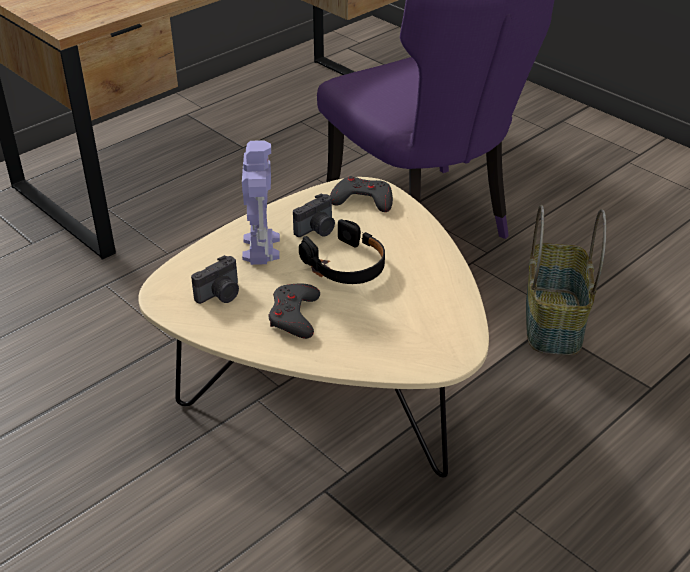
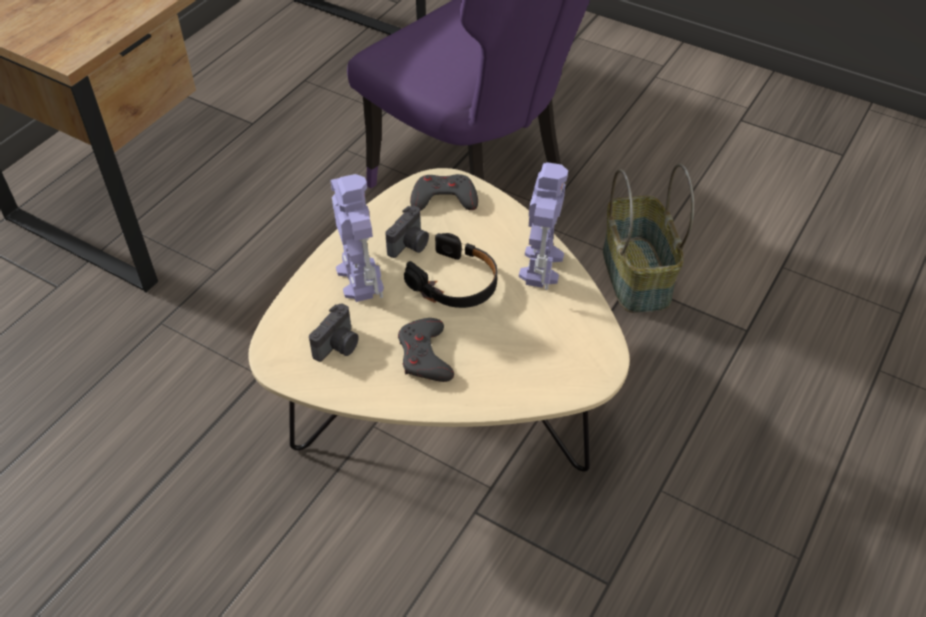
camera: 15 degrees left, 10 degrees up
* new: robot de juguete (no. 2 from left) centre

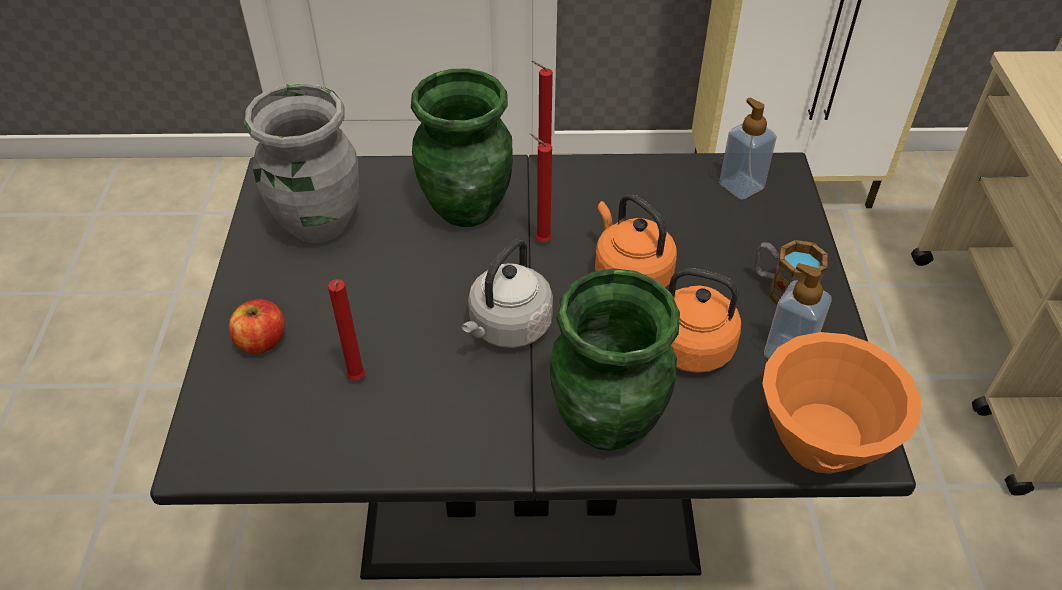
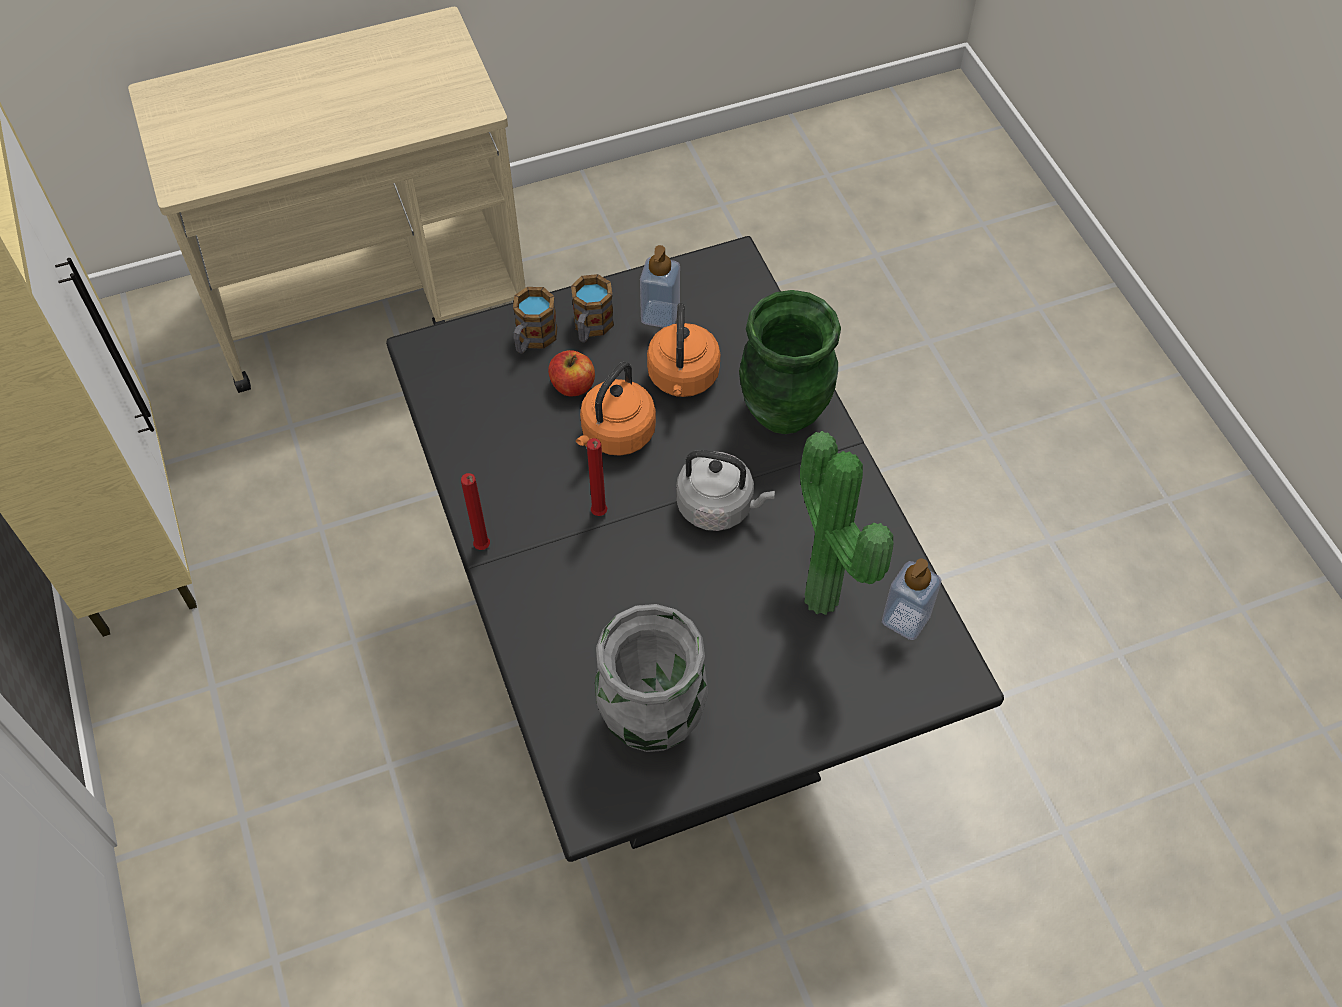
camera: 110 degrees left, 10 degrees up
* new: taza grande (no. 1 from left) top centre
* shifted: manzana middle left to centre
* swapped: vela [rojo] (no. 1 from left) middle left to planta en maceta centre
* shifted: dispensador de jabón (no. 1 from left in the first image) top right to dispensador de jabón (no. 2 from left) middle right
* gone: florero [verde] (no. 1 from left) top centre
* gone: cuenco [naranja] bottom right

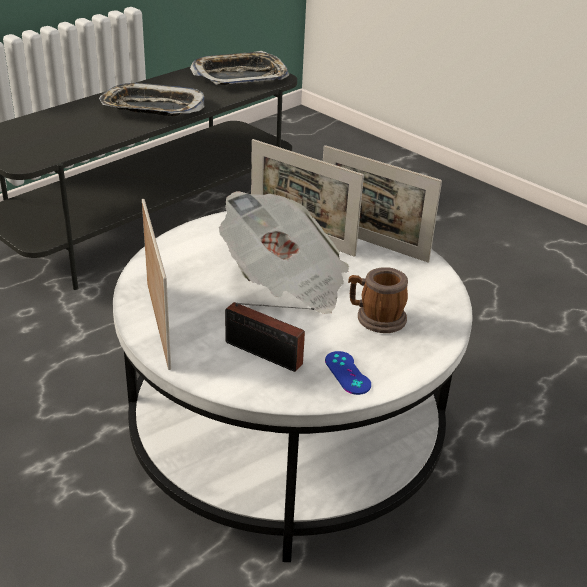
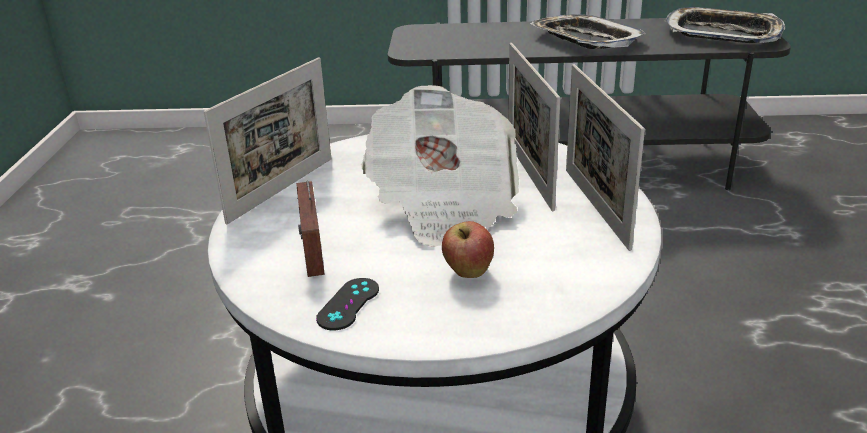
camera: 50 degrees right, 5 degrees down
* repainted: mando de consola [azul] centre to mando de consola [negro] bottom centre
* swapped: taza grande centre to manzana centre

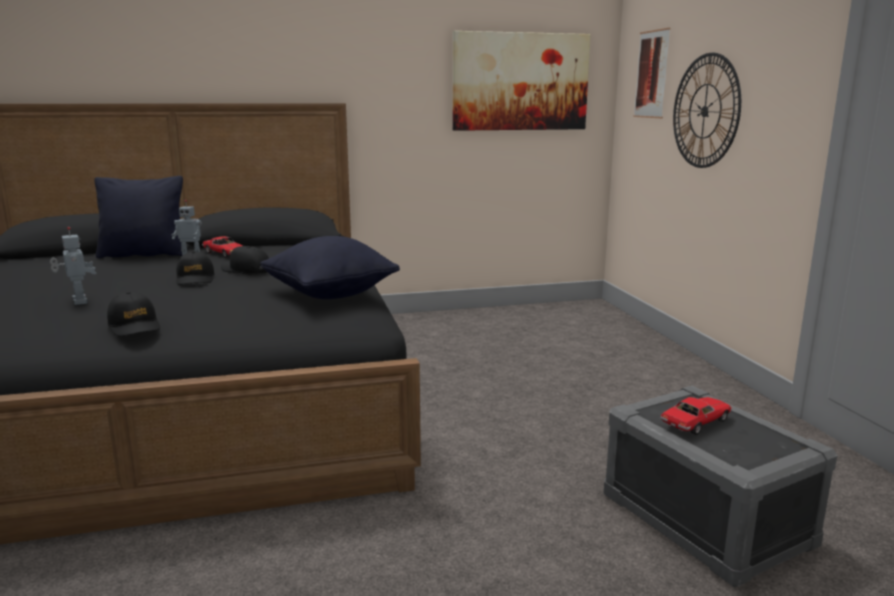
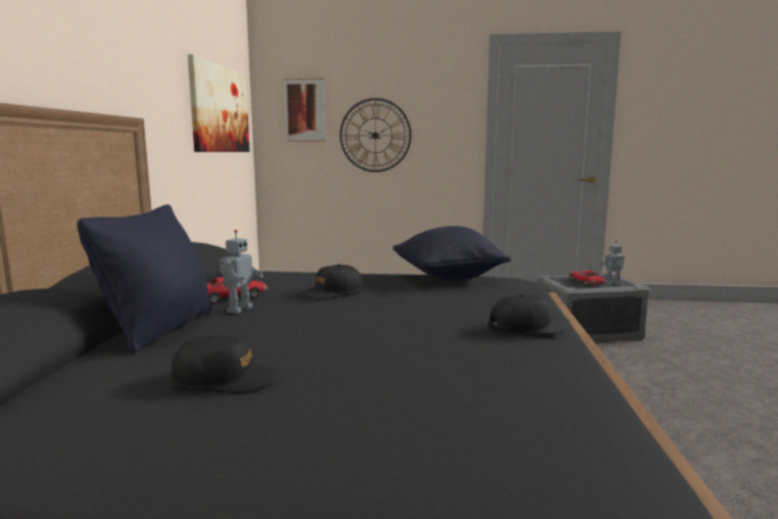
camera: 70 degrees left, 5 degrees down
* shifted: gorra [negro] (no. 2 from left in the first image) middle left to gorra [negro] (no. 1 from left) bottom left
* shifted: robot de juguete (no. 1 from left in the first image) middle left to robot de juguete (no. 2 from left) middle right

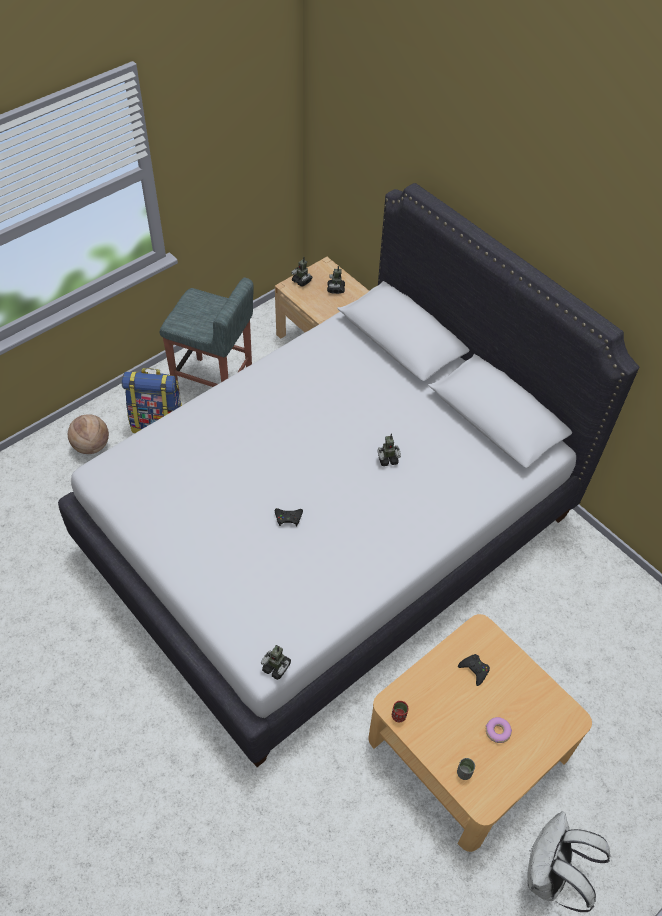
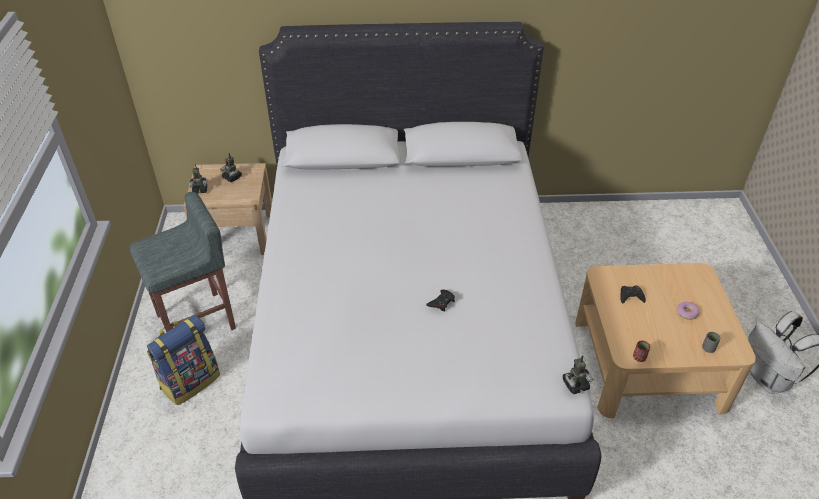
camera: 50 degrees left, 10 degrees down
* gone: balón de baloncesto middle left
* gone: robot de juguete (no. 4 from left) centre

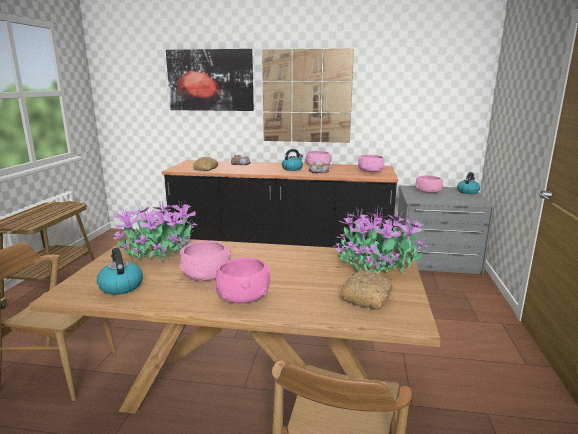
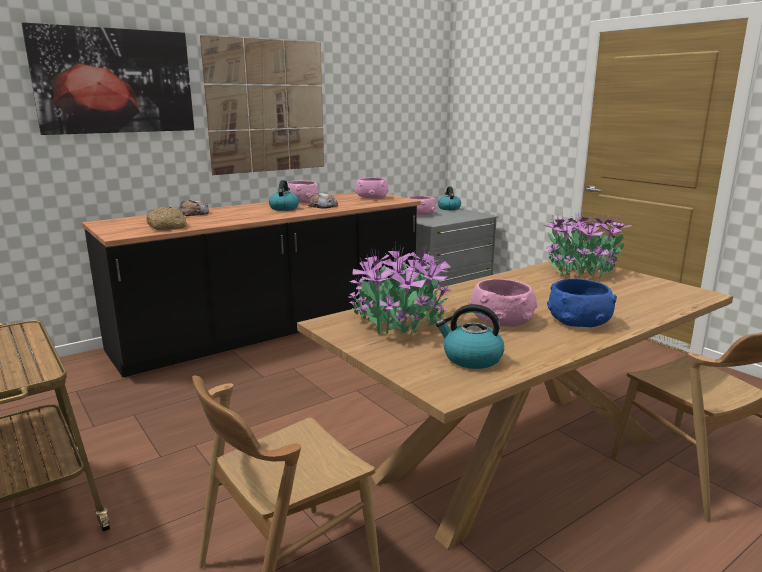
camera: 45 degrees left, 0 degrees up
* repainted: cuenco [rosa] (no. 2 from left) centre to cuenco [azul] middle right
* gone: pan (no. 4 from left) bottom centre

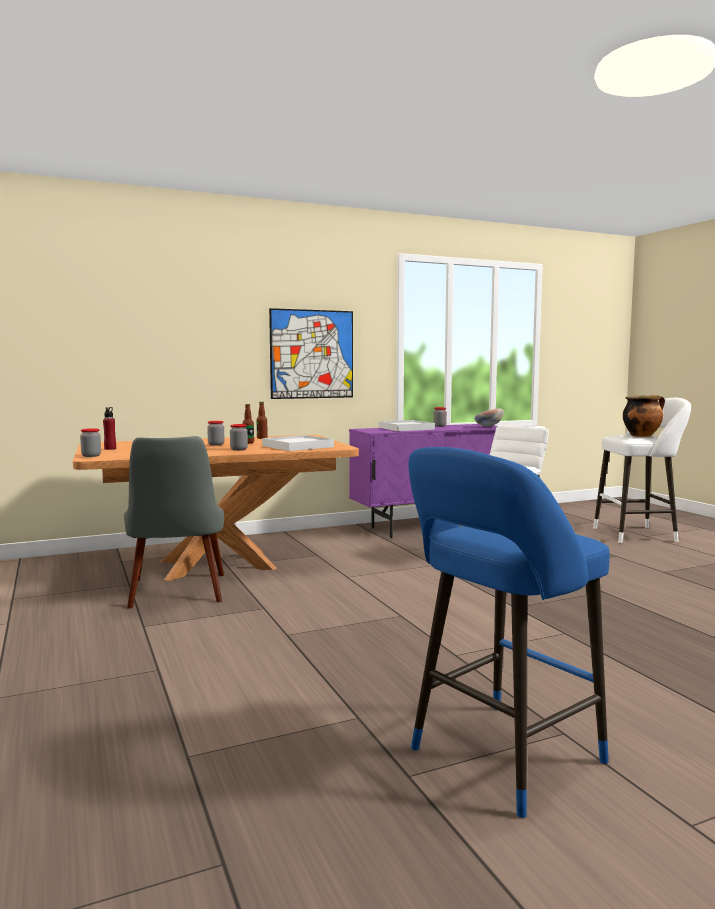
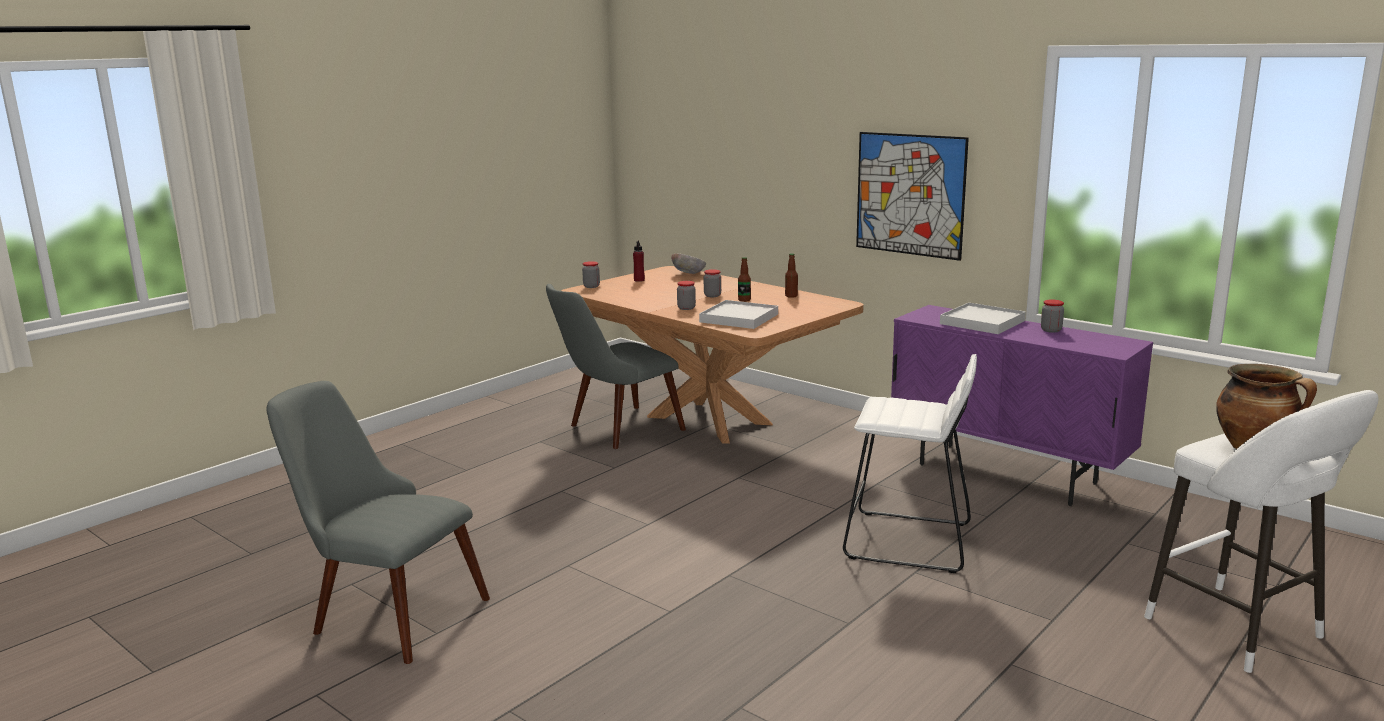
camera: 65 degrees right, 10 degrees up
* swapped: taburete [azul] bottom right to silla [gris] (no. 1 from left) bottom left
* shifted: cuenco middle right to centre

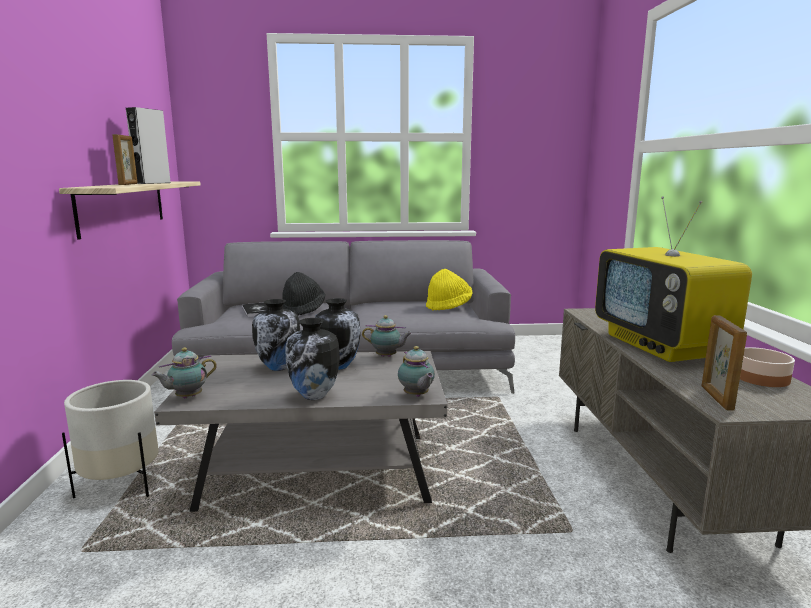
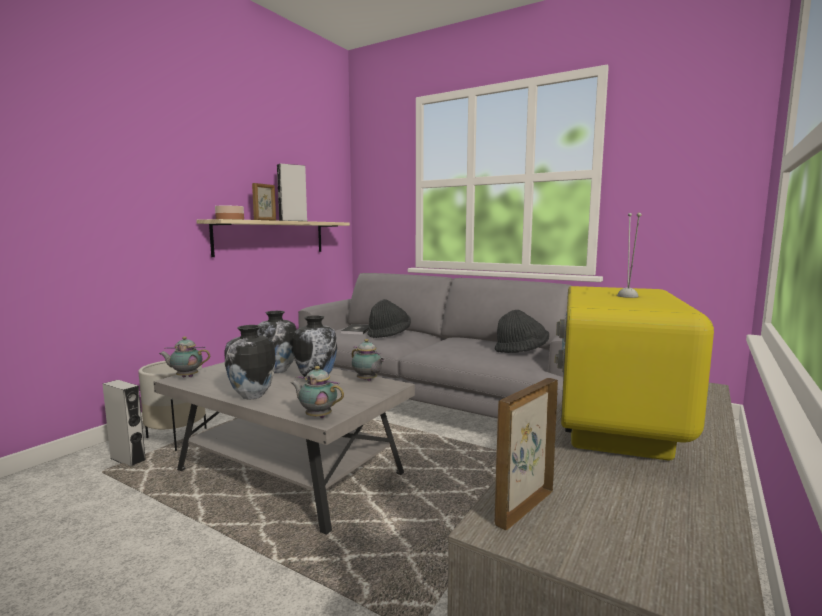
camera: 35 degrees right, 5 degrees down
* new: altavoz [gris] (no. 1 from left) bottom left
* shifted: cuenco middle right to middle left
* rotated: tetera (no. 3 from left in the first image) centre = centre 105 degrees clockwise
* repainted: sombrero [amarillo] centre to sombrero [negro] (no. 2 from left) centre

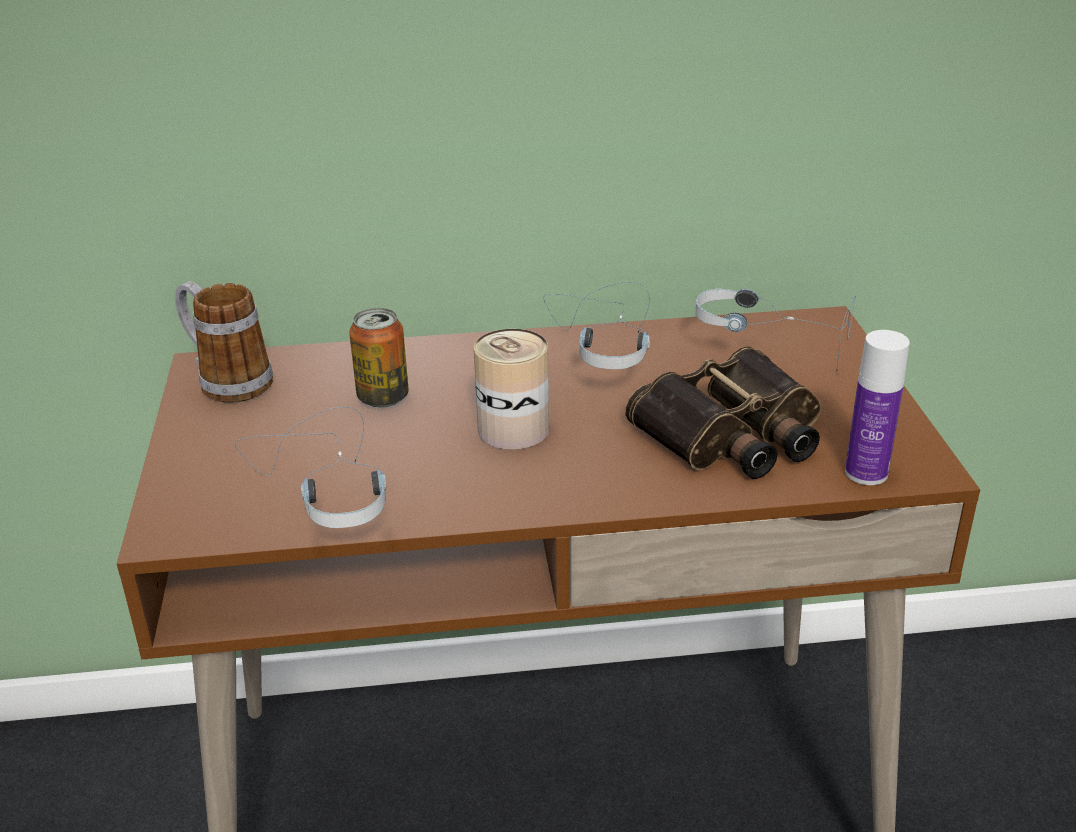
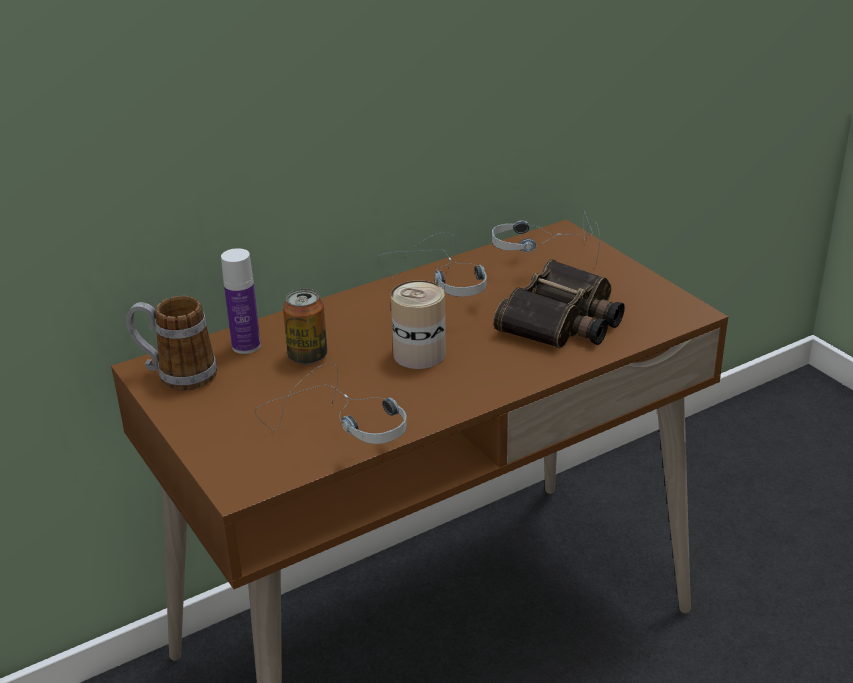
camera: 25 degrees left, 0 degrees up
* shifted: botella middle right to middle left

